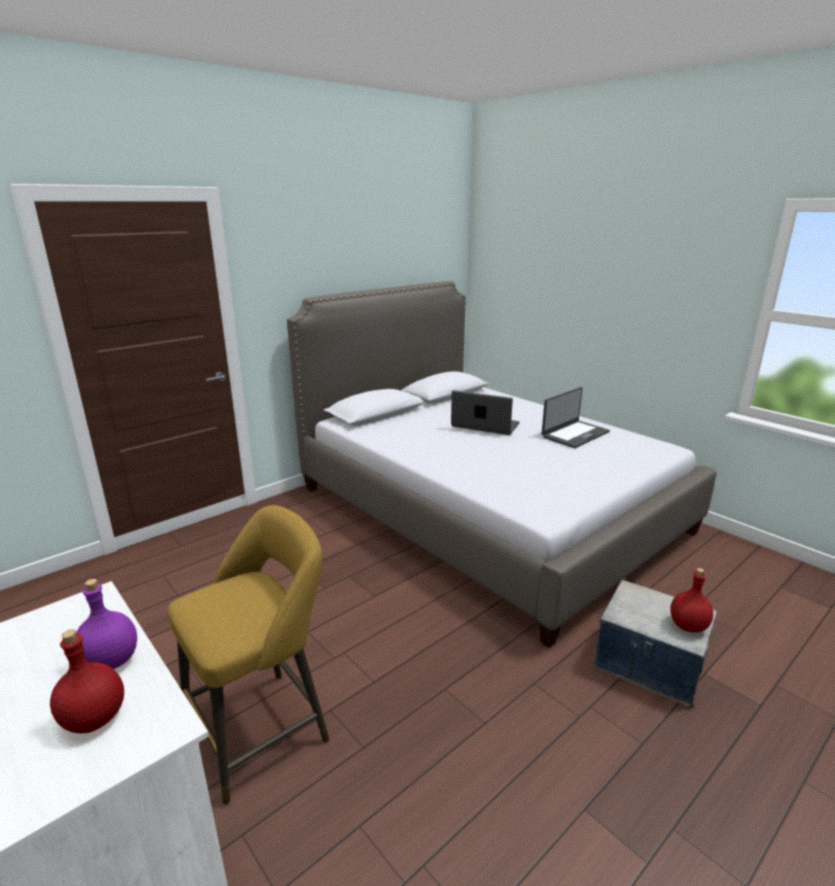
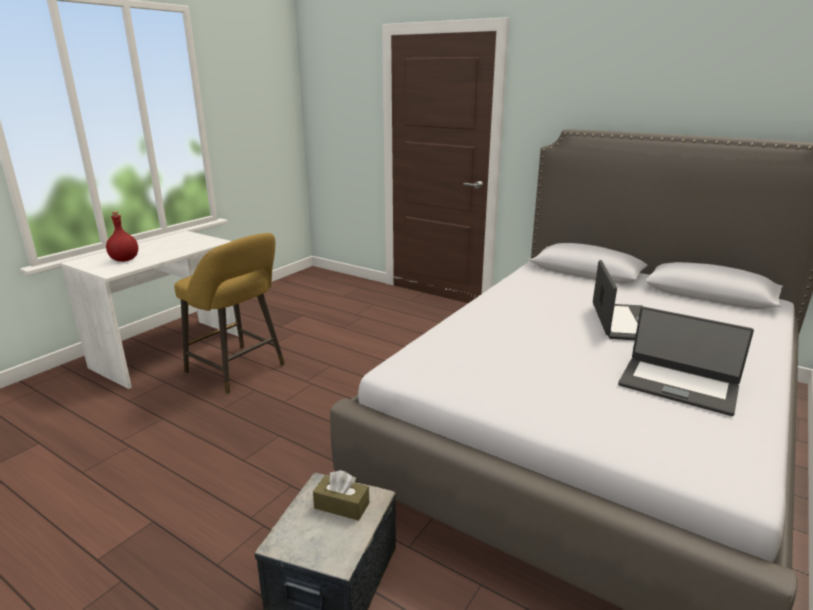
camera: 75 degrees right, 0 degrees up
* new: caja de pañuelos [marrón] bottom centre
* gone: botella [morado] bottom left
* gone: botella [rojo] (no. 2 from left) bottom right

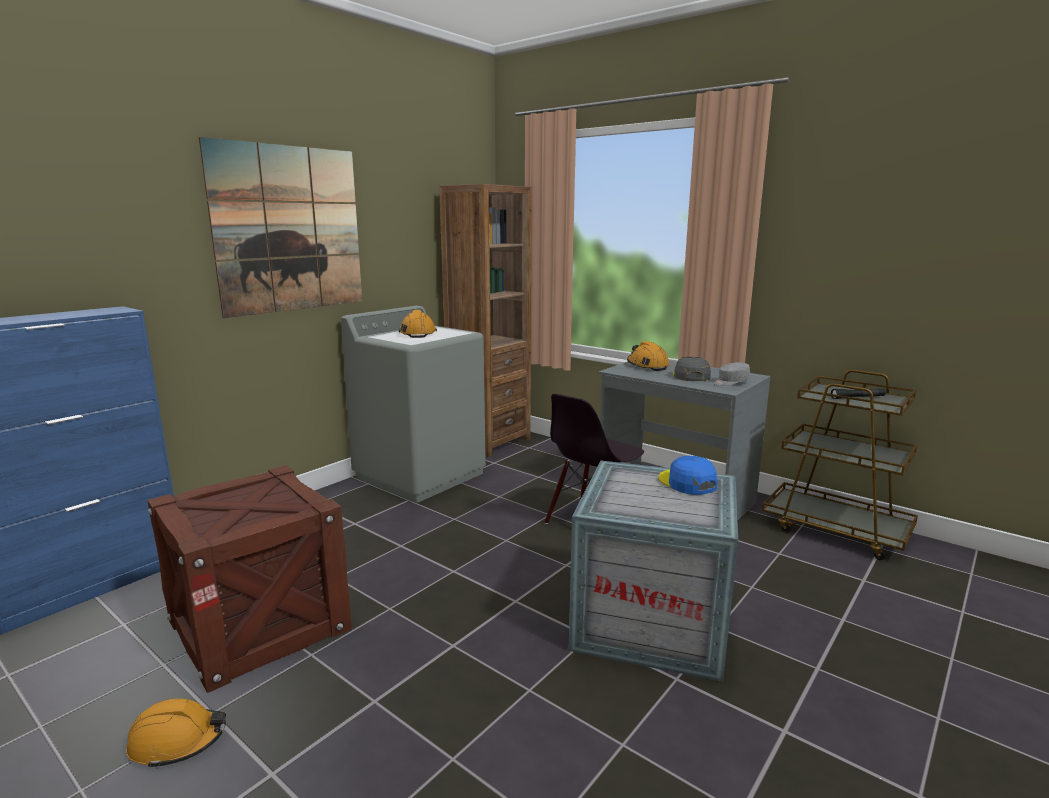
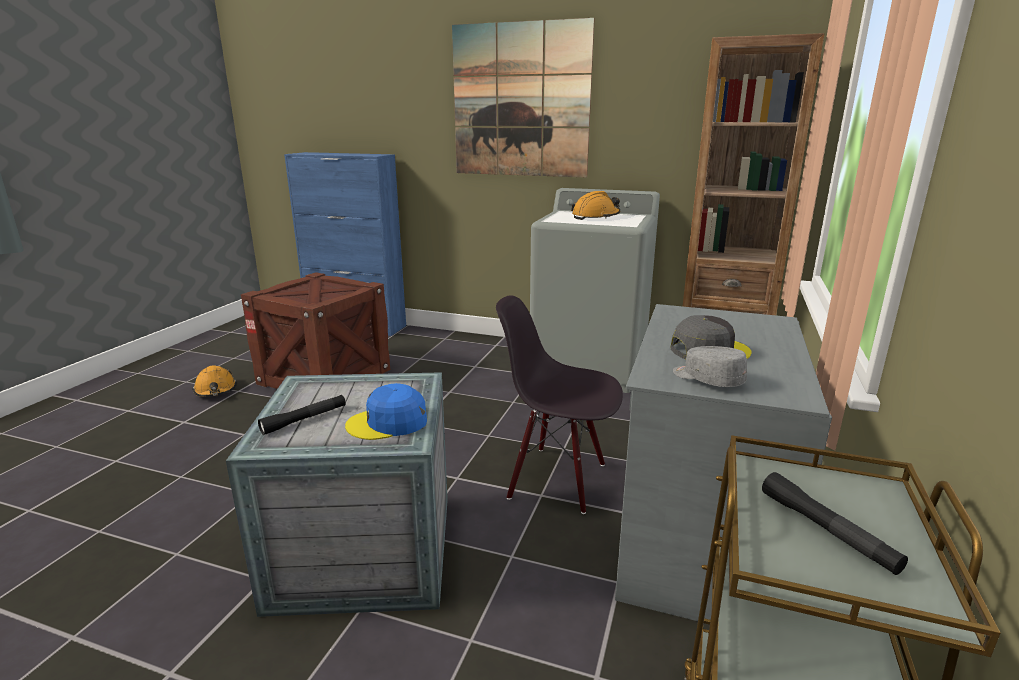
camera: 70 degrees right, 5 degrees up
* new: linterna [negro] (no. 1 from left) middle left
* rotated: gorra [azul] centre = centre 150 degrees counterclockwise
* gone: casco [naranja] (no. 3 from left) centre

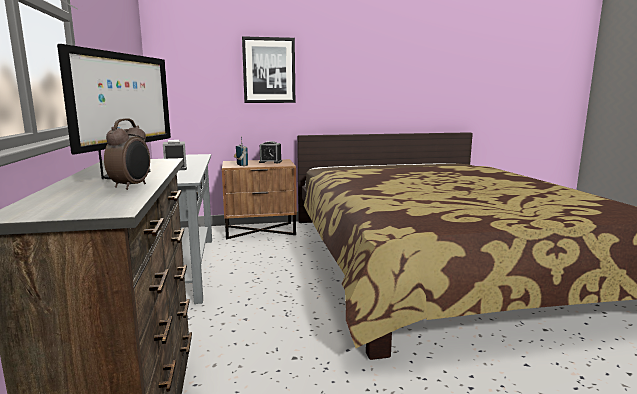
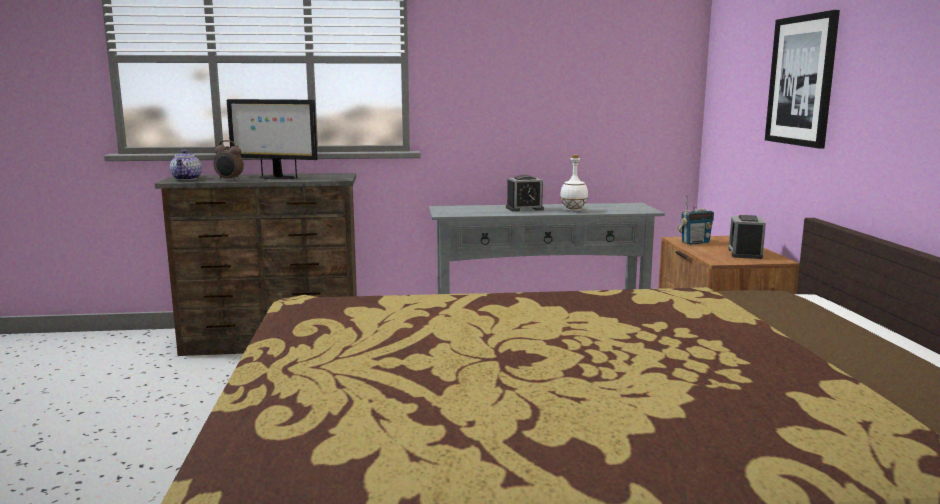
camera: 95 degrees right, 0 degrees up
* new: tetera top left
* new: botella [blanco] centre

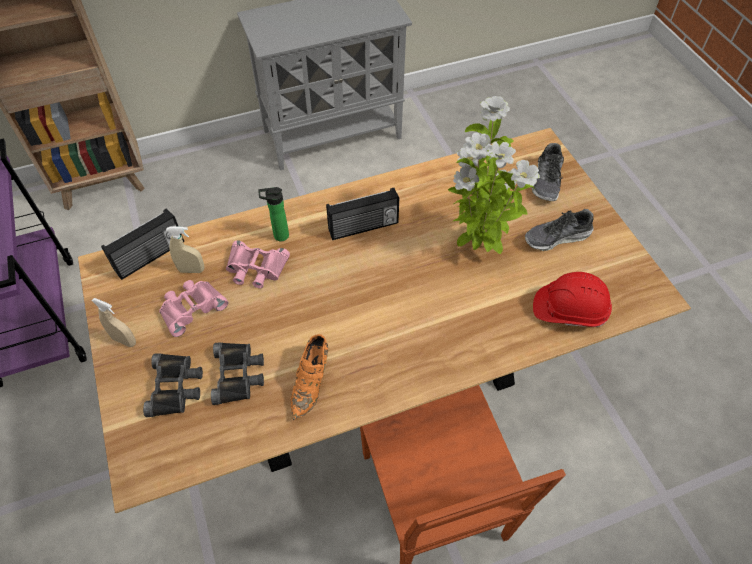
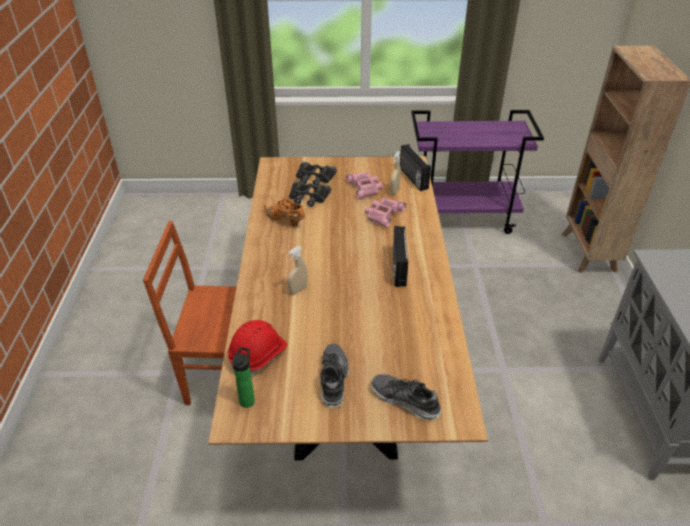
camera: 110 degrees right, 15 degrees down
* shifted: botella centre to bottom centre
* shifted: pulverizador [beis] (no. 1 from left) middle left to centre
* gone: planta en maceta top centre

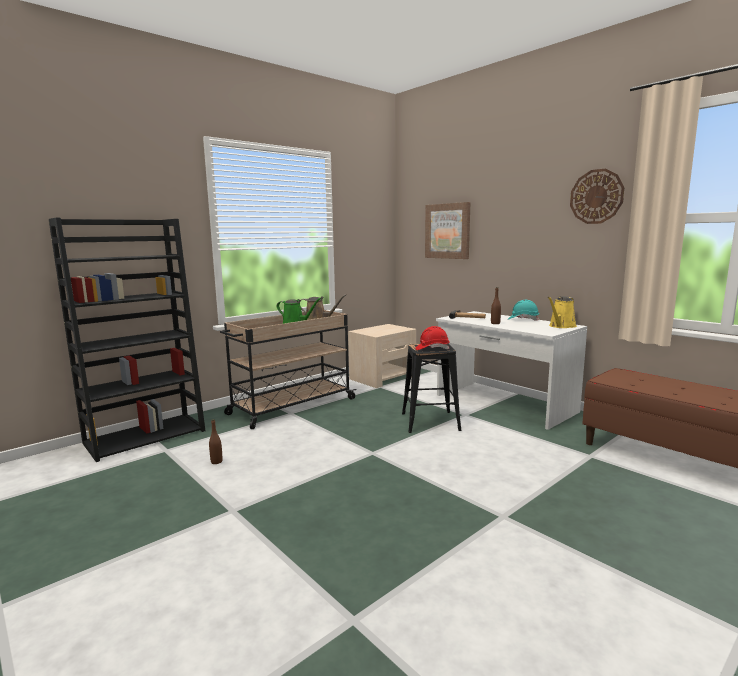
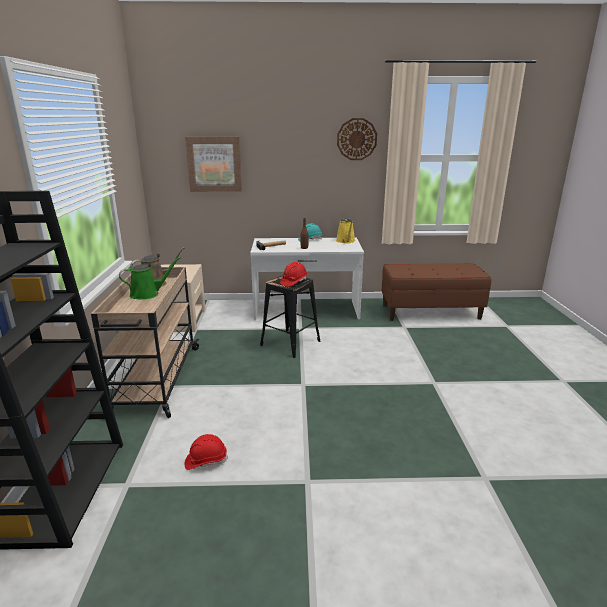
camera: 50 degrees left, 10 degrees up
* swapped: botella [marrón] (no. 1 from left) middle left to casco [rojo] (no. 1 from left) bottom centre

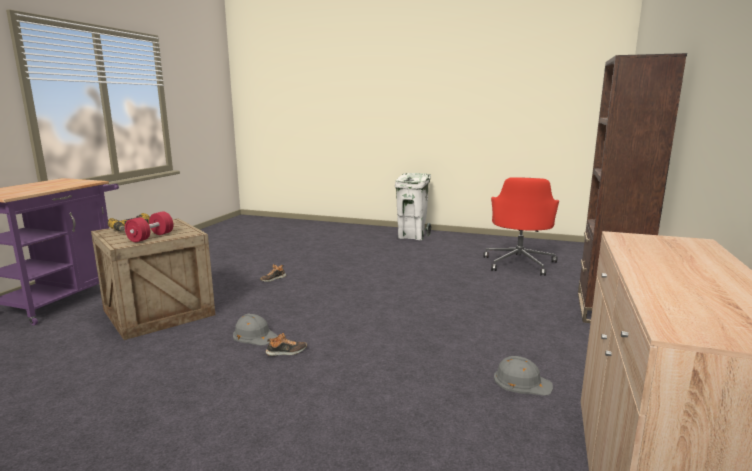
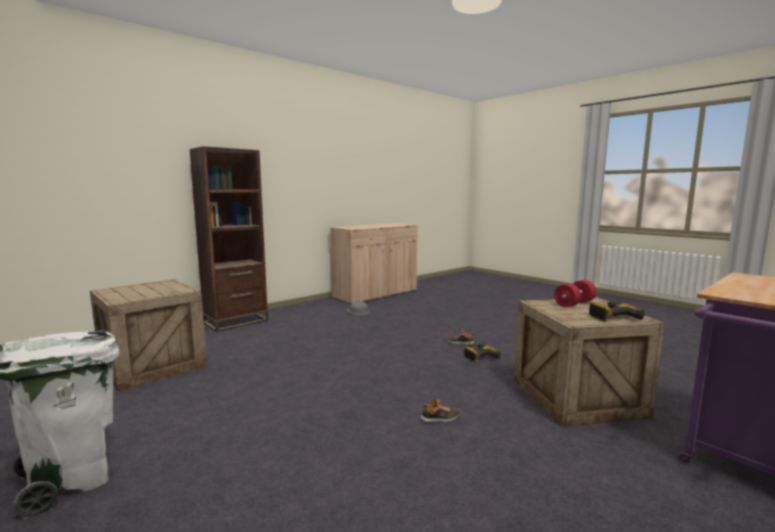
camera: 150 degrees left, 5 degrees down
* swapped: silla de oficina [rojo] middle right to caja de embalaje (no. 1 from left) middle left
* swapped: casco [gris] (no. 1 from left) bottom centre to taladro (no. 1 from left) centre

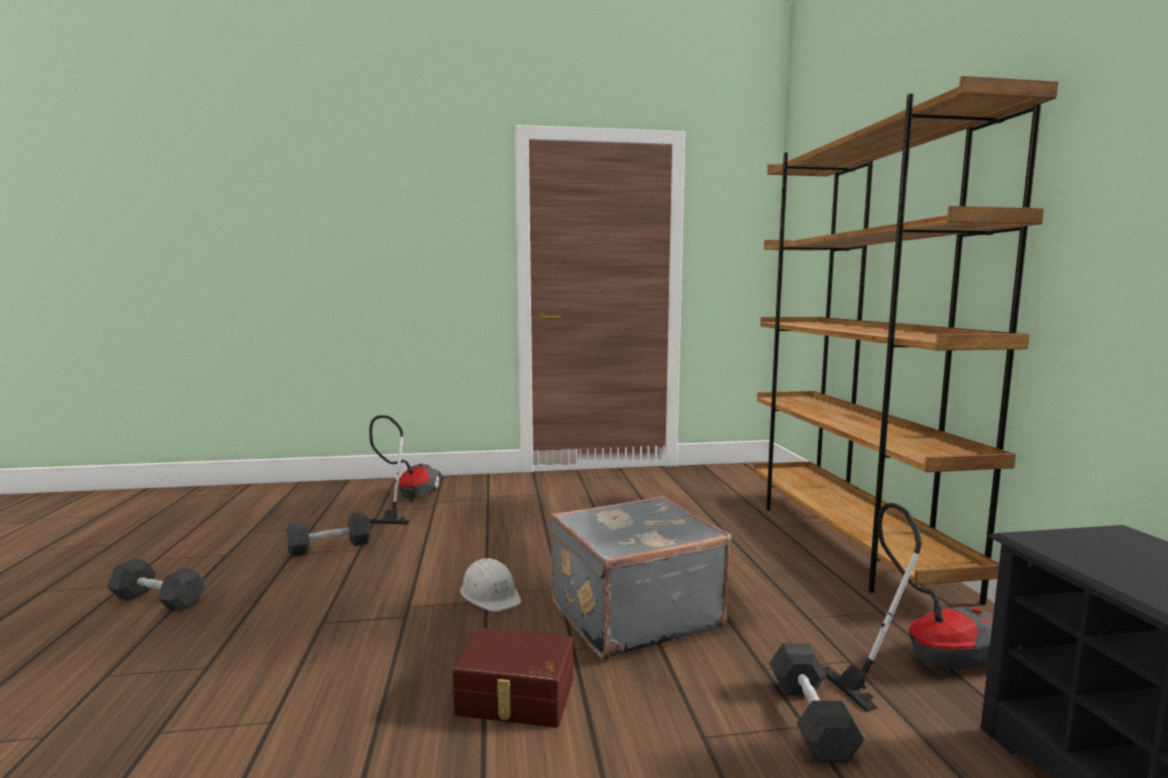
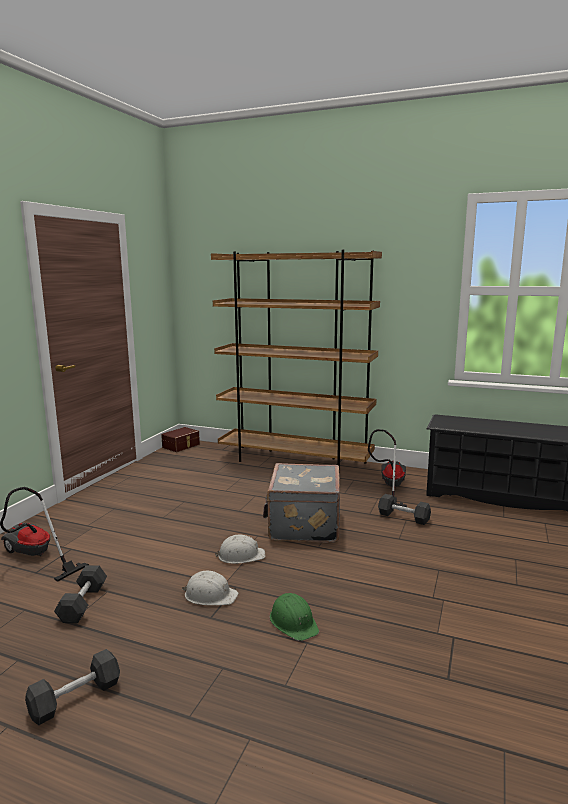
camera: 60 degrees left, 5 degrees up
* shifted: caja de almacenaje [marrón] bottom centre to middle left
* new: casco [blanco] (no. 1 from left) bottom centre
* new: casco [verde] bottom centre

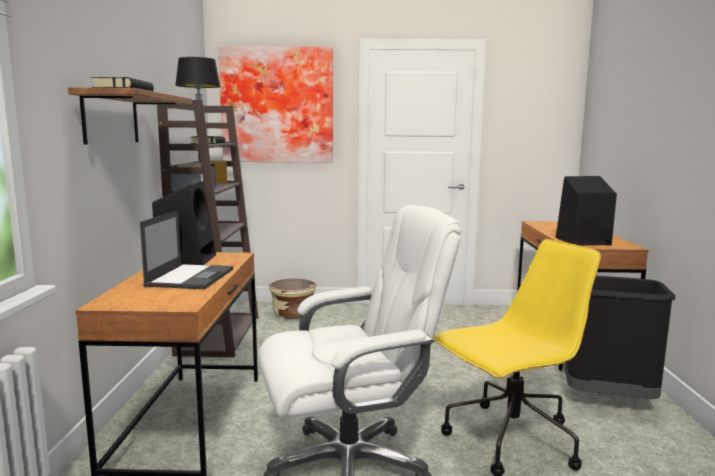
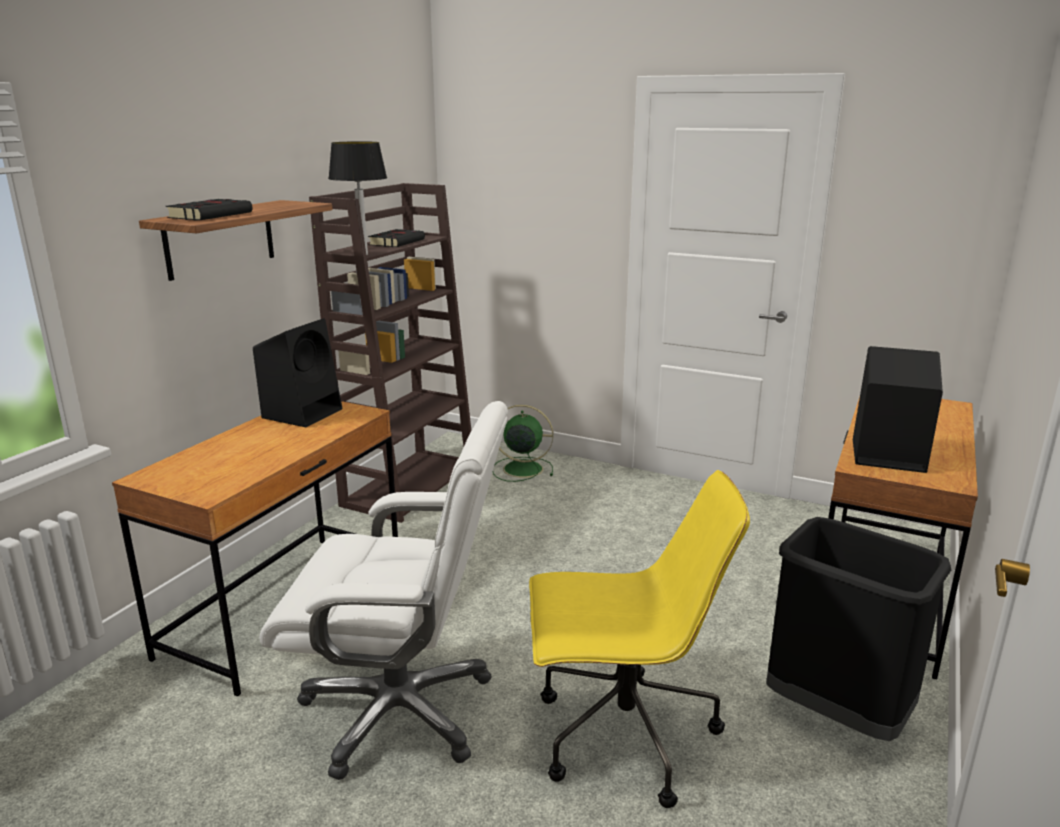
camera: 25 degrees right, 10 degrees up
* swapped: maceta [beis] centre to ventilador [verde] centre
* gone: portátil middle left
* gone: cuadro top centre

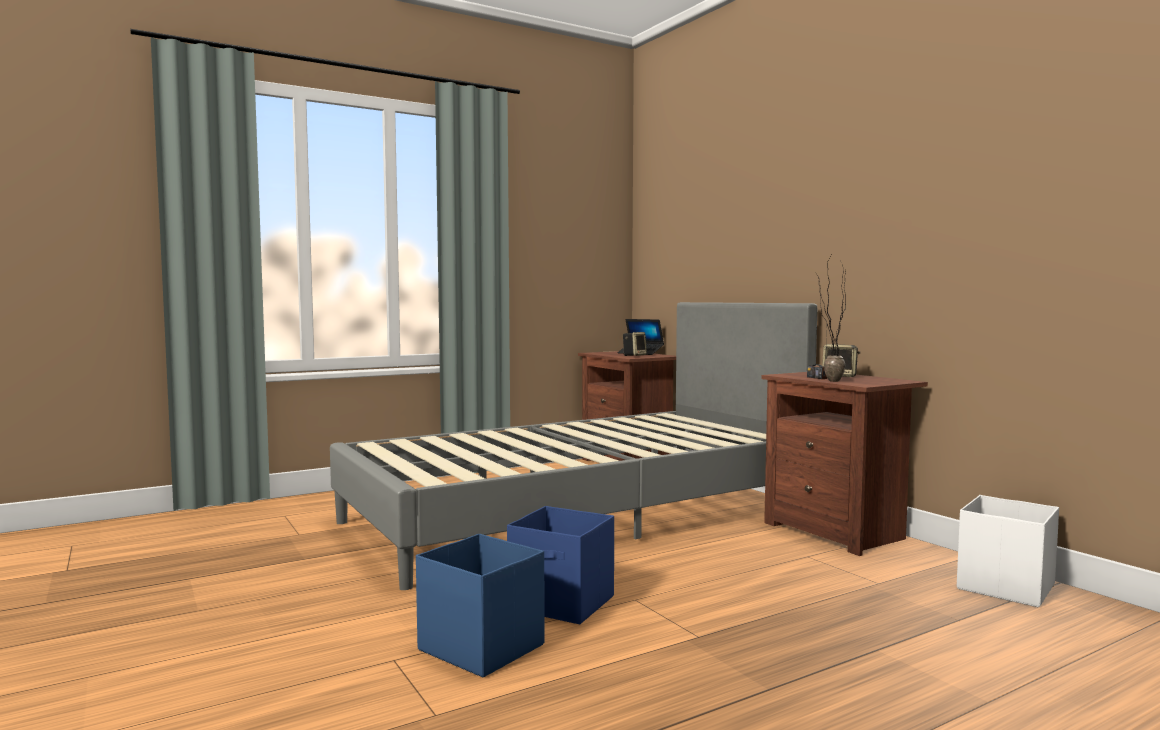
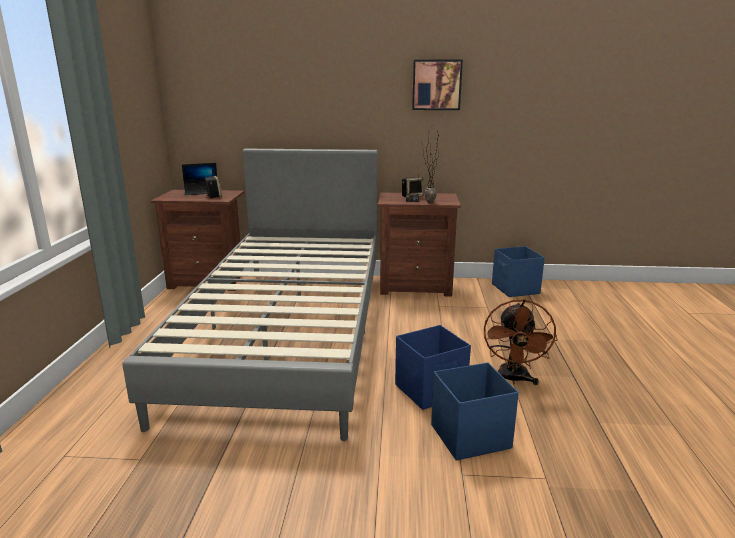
camera: 55 degrees left, 15 degrees up
* new: cuadro top centre
* new: ventilador [marrón] middle right
* repainted: caja de almacenaje [blanco] bottom right to caja de almacenaje [azul] (no. 3 from left) middle right

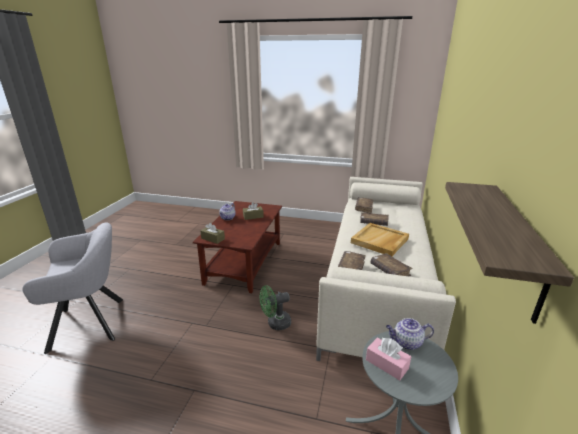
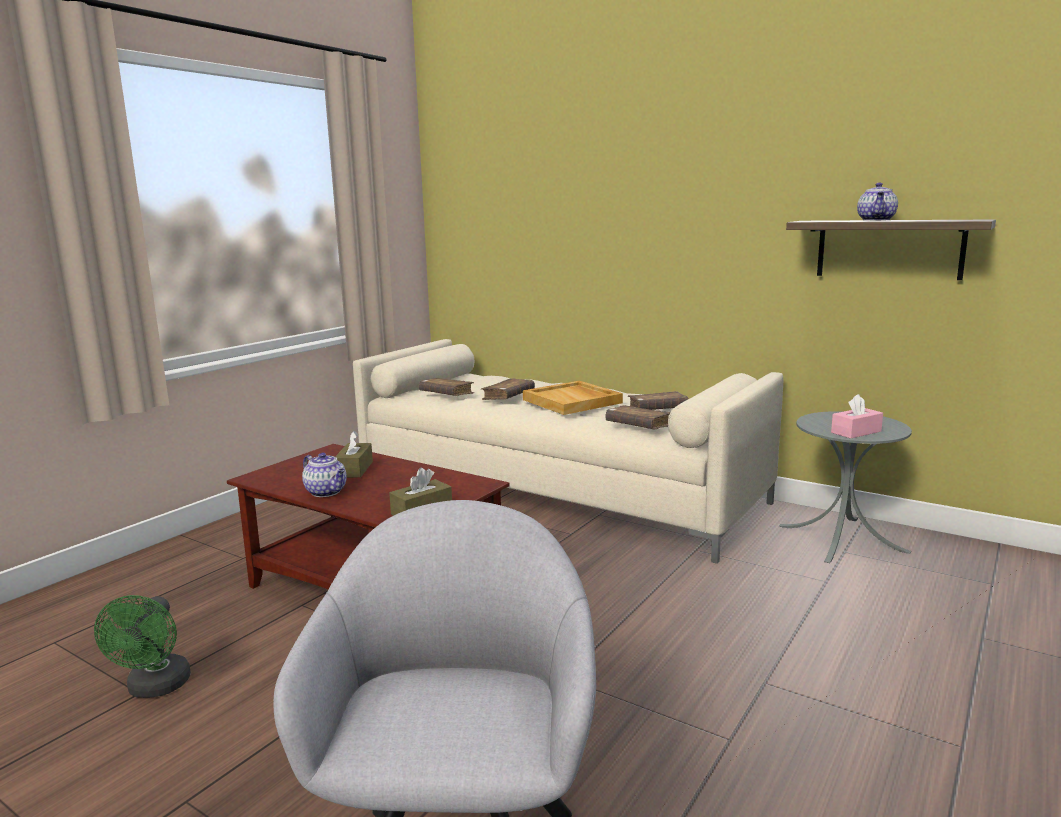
camera: 70 degrees left, 10 degrees down
* shifted: ventilador [verde] bottom centre to bottom left
* shifted: tetera (no. 2 from left) bottom right to top right

